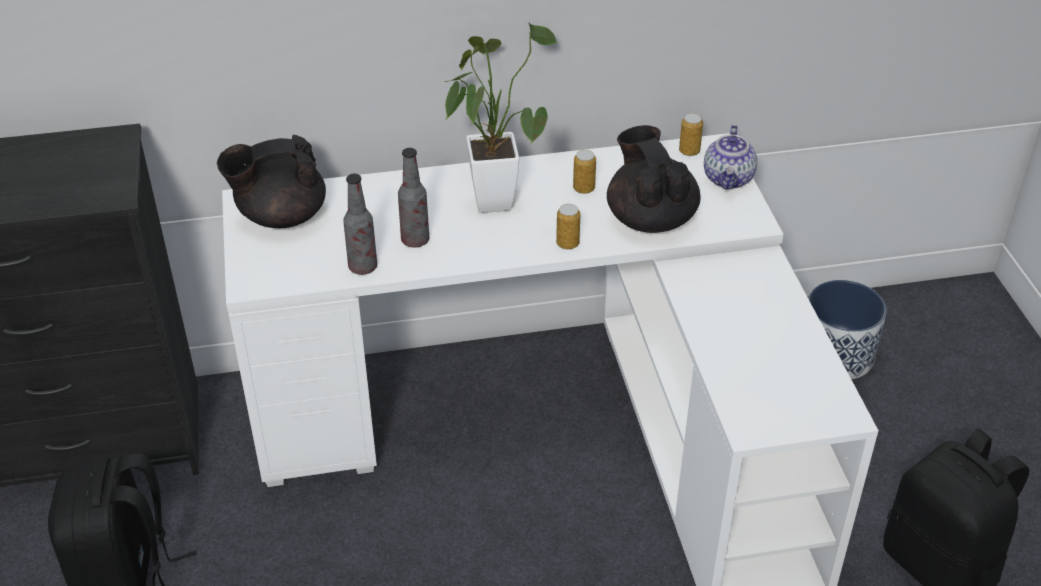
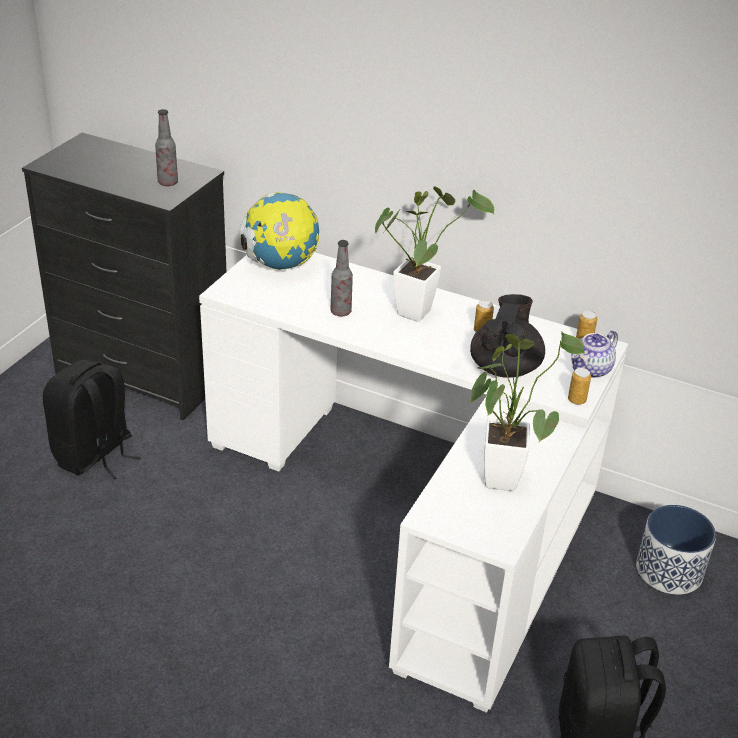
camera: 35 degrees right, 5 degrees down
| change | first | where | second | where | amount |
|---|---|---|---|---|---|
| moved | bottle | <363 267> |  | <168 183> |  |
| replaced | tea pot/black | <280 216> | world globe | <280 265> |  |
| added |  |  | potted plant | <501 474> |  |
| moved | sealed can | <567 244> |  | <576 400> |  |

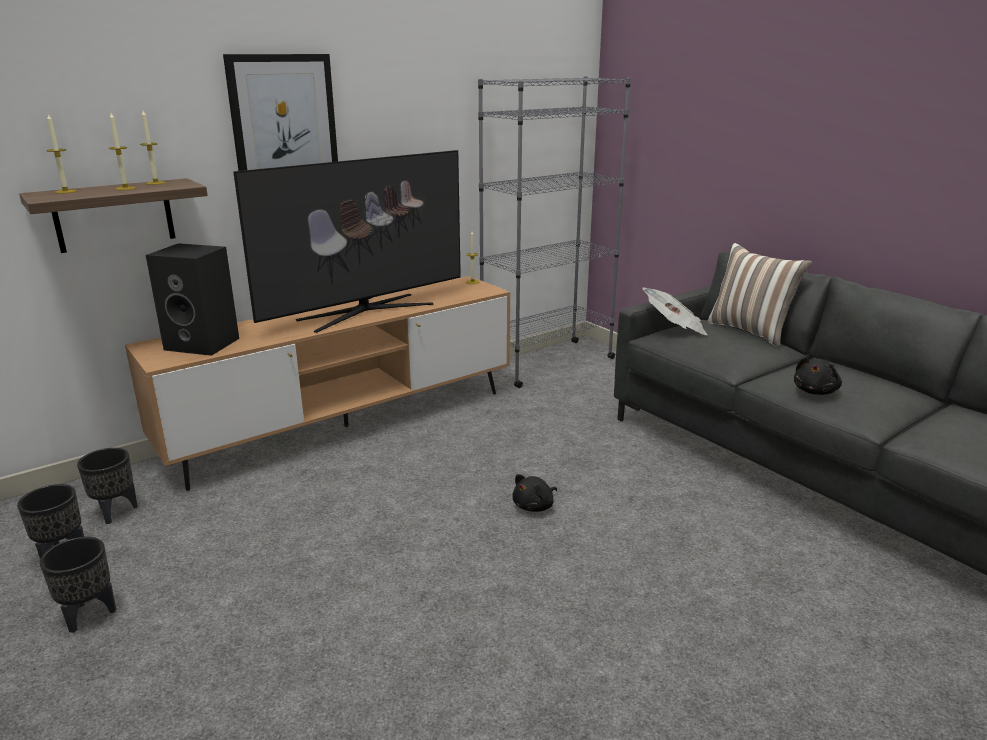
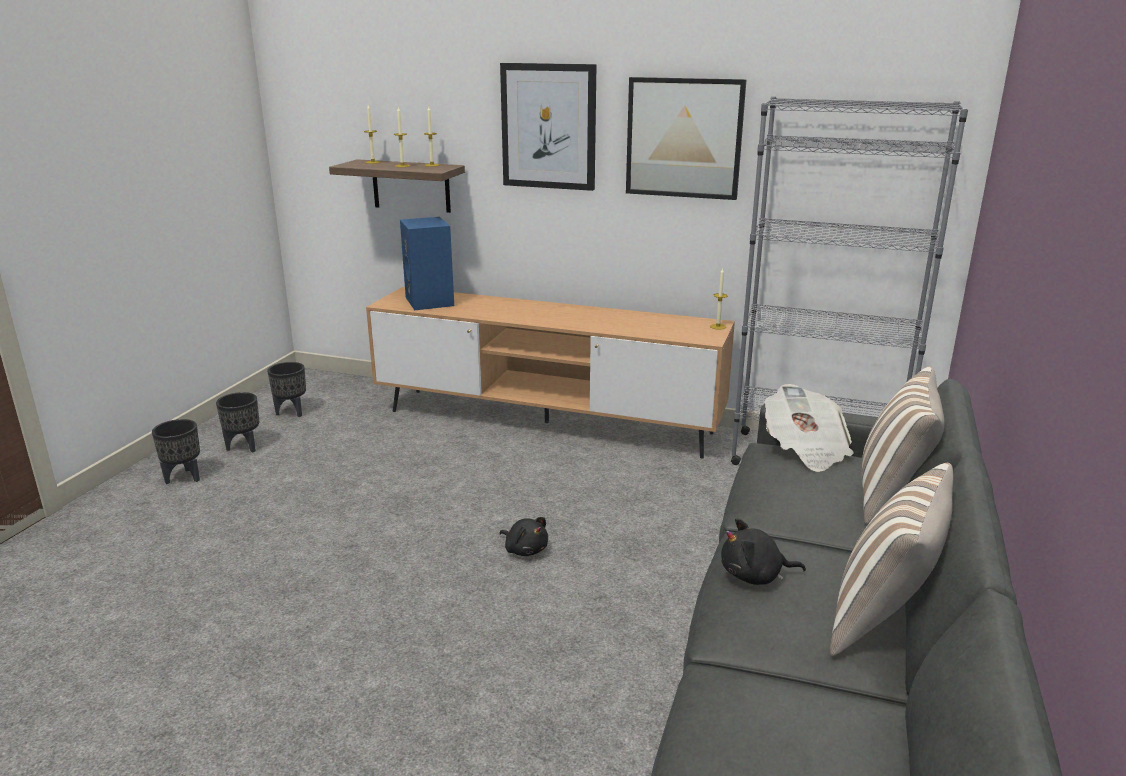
camera: 55 degrees right, 0 degrees up
| change | first | where | second | where | amount |
|---|---|---|---|---|---|
| moved | plant pot/black | <115 512> |  | <184 477> |  |
| recoloured | speaker/black | <204 344> | speaker/blue-coloured | <431 302> |  |
| turned | soft toy/black | <535 506> |  | <525 549> | 150 degrees counterclockwise |
| added |  |  | wall art | <684 138> |  |
| added |  |  | throw pillow | <882 620> |  |
| removed | TV | <365 312> |  |  |  |

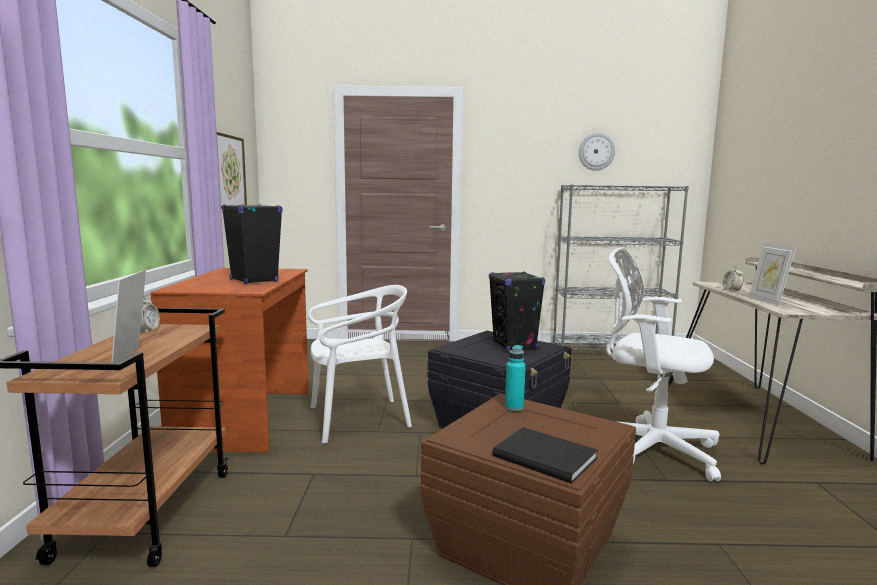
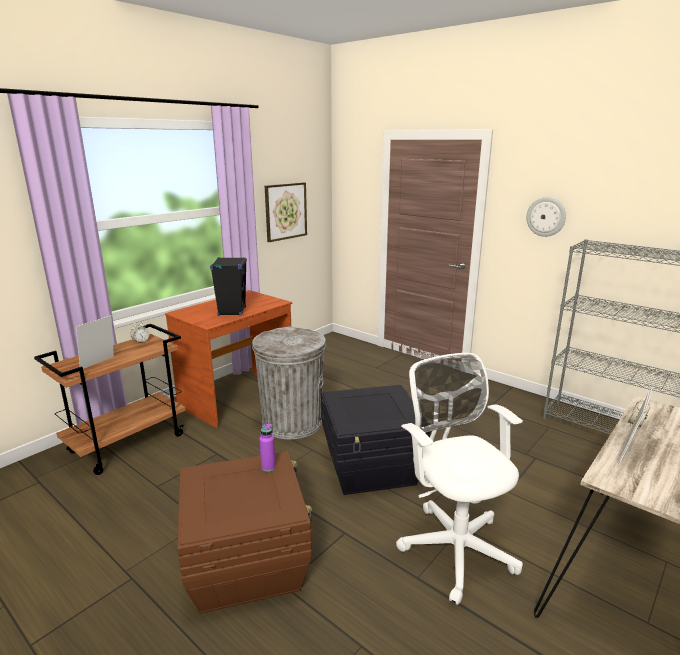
camera: 40 degrees right, 10 degrees up
| change | first | where | second | where | amount |
|---|---|---|---|---|---|
| replaced | plain chair/white-coloured | <358 419> | waste bin/gray | <292 423> |  |
| recoloured | bottle/turquoise | <514 407> | bottle/purple-coloured | <268 467> |  |
| moved | hanging clock | <596 151> |  | <546 216> |  |
| removed | speaker/black | <514 345> |  |  |  |
| removed | book/black | <544 456> |  |  |  |

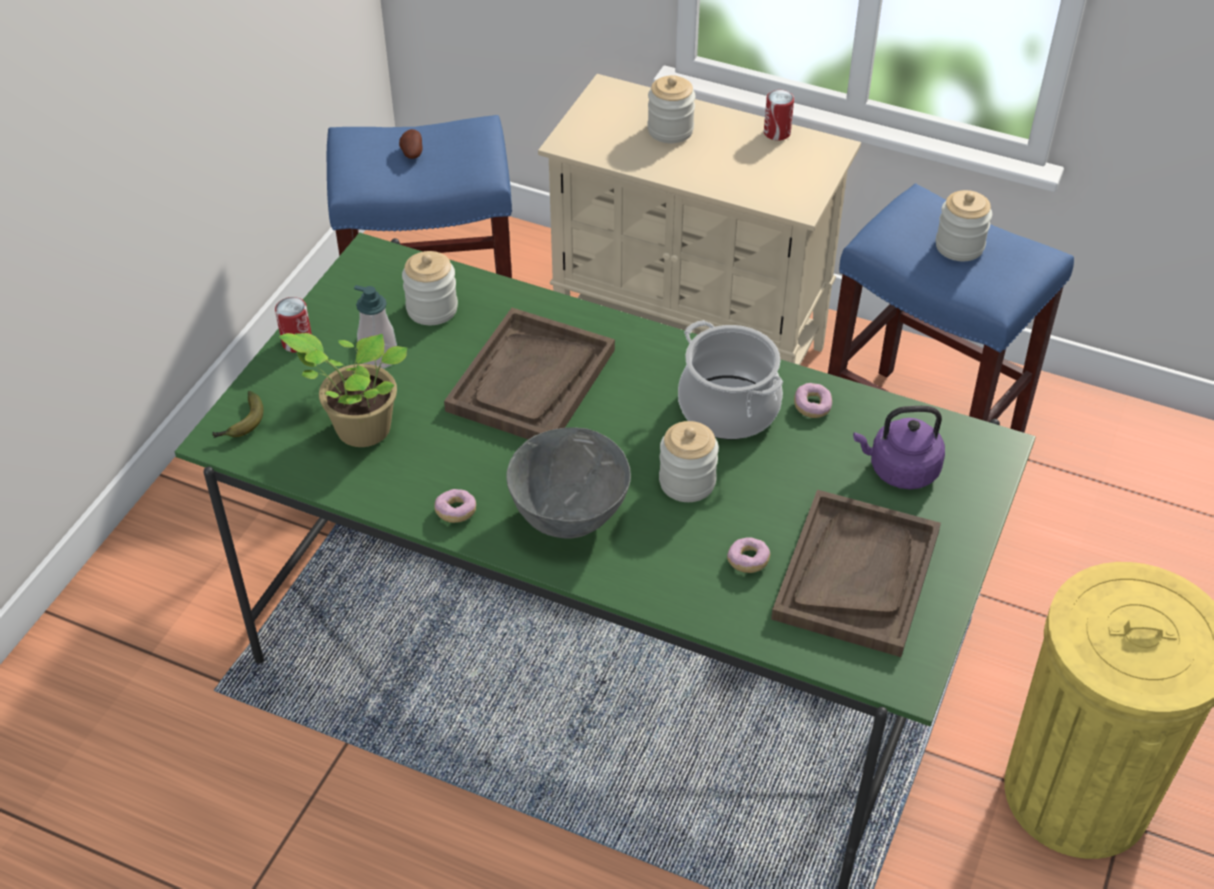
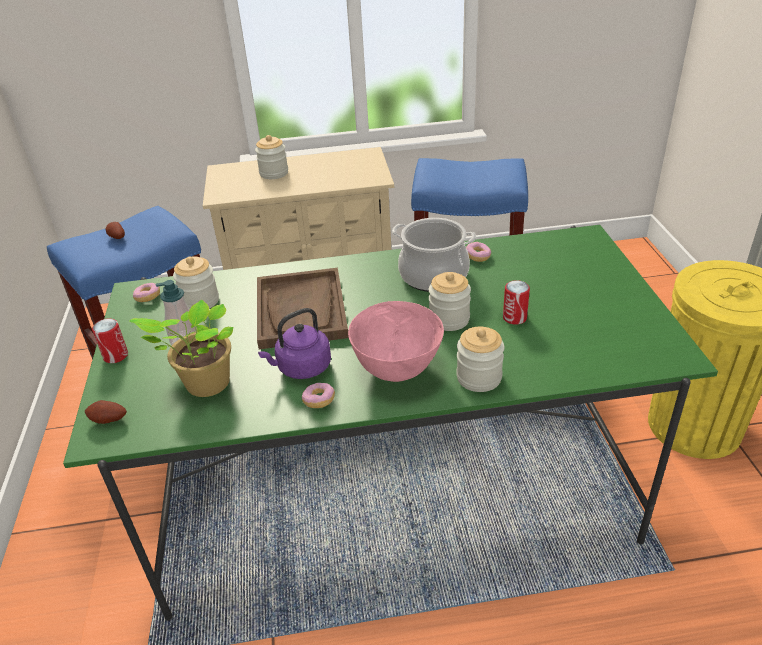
camera: 30 degrees left, 10 degrees down
| change | first | where | second | where | amount |
|---|---|---|---|---|---|
| replaced | banana fruit | <241 424> | spud | <108 421> |  |
| moved | ring doughnut | <748 561> |  | <148 297> |  |
| moved | tea kettle/purple-coloured | <899 470> |  | <301 368> |  |
| recoloured | bowl/gray | <568 517> | bowl/pink-coloured | <396 369> |  |
| moved | storage jar | <959 246> |  | <479 377> |  |
| moved | sealed can | <777 133> |  | <514 317> |  |
| removed | carrying tray/brown | <856 574> |  |  |  |

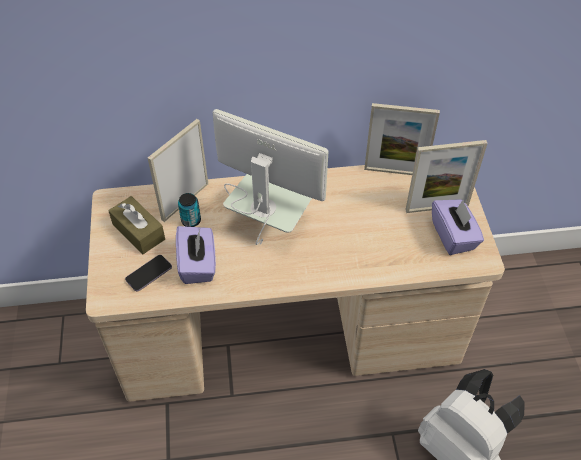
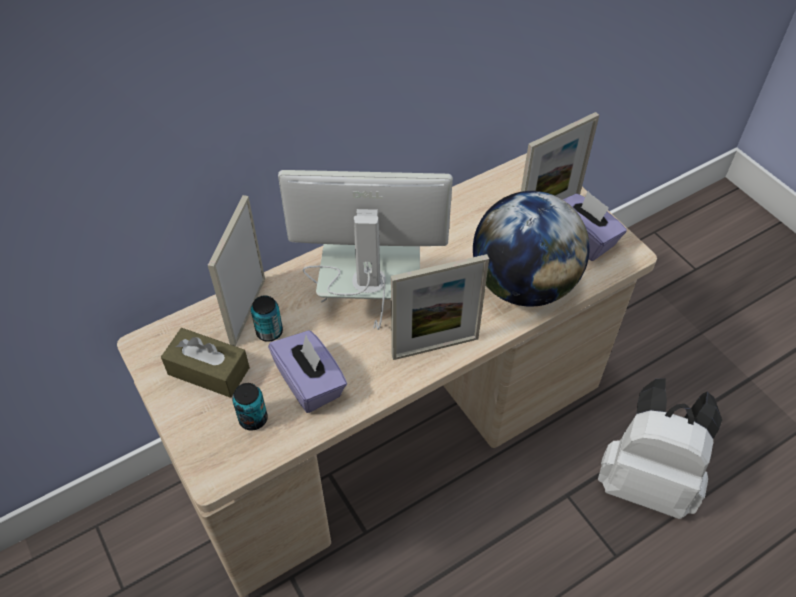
camera: 25 degrees left, 0 degrees up
| change | first | where | second | where | amount |
|---|---|---|---|---|---|
| replaced | phone | <149 274> | sealed can | <253 419> |  |
| moved | picture frame | <394 171> |  | <435 347> |  |
| added |  |  | world globe | <523 285> |  |

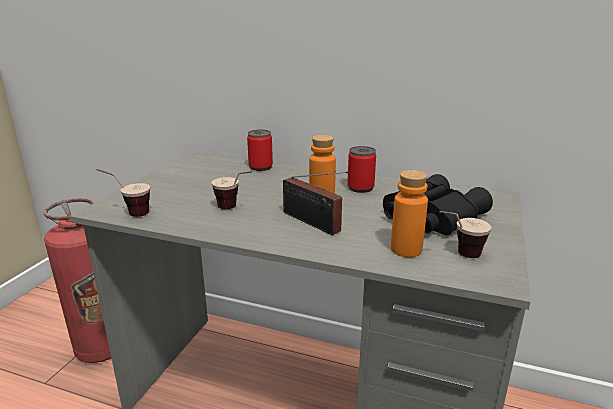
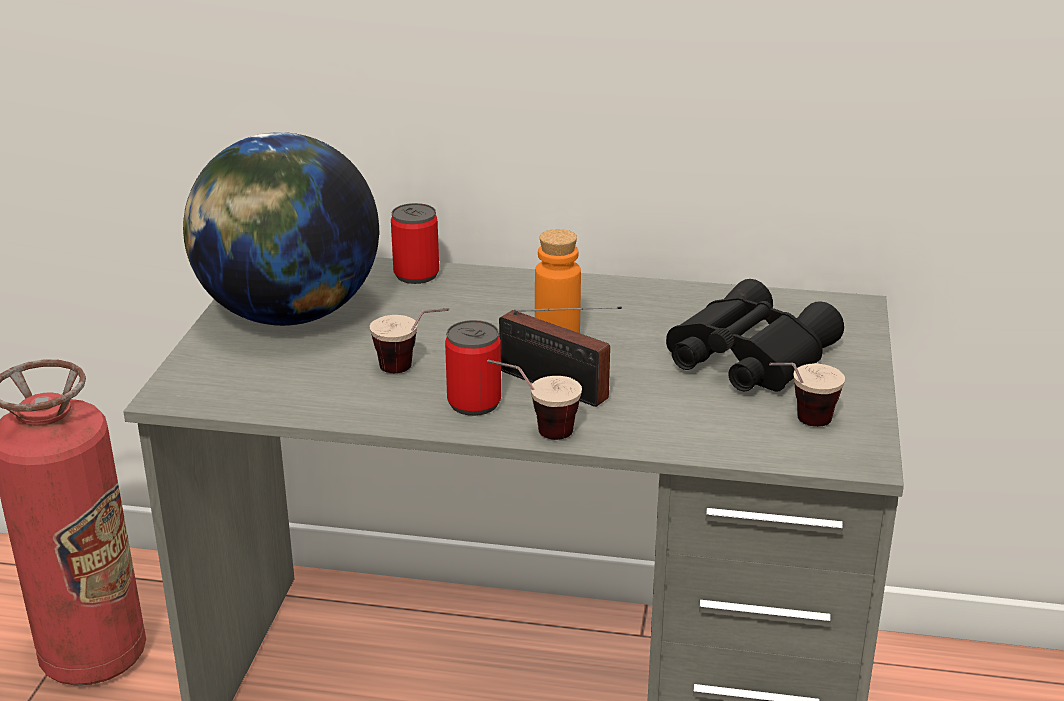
camera: 10 degrees left, 5 degrees up
| change | first | where | second | where | amount |
|---|---|---|---|---|---|
| added |  |  | world globe | <288 314> |  |
| moved | sealed can | <360 188> |  | <474 403> |  |
| moved | drinking cup | <128 213> |  | <534 432> |  |
| removed | bottle/orange | <406 249> |  |  |  |

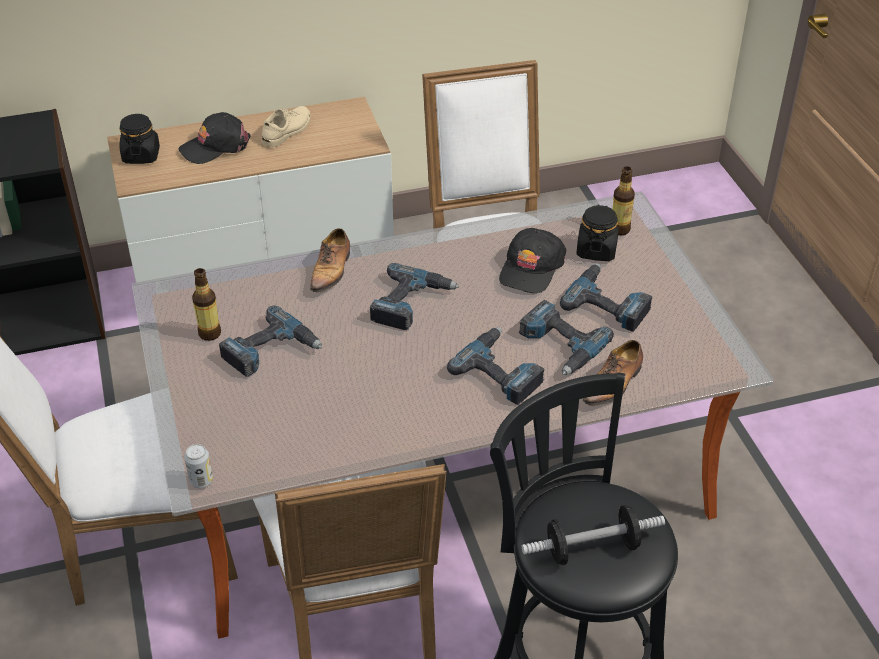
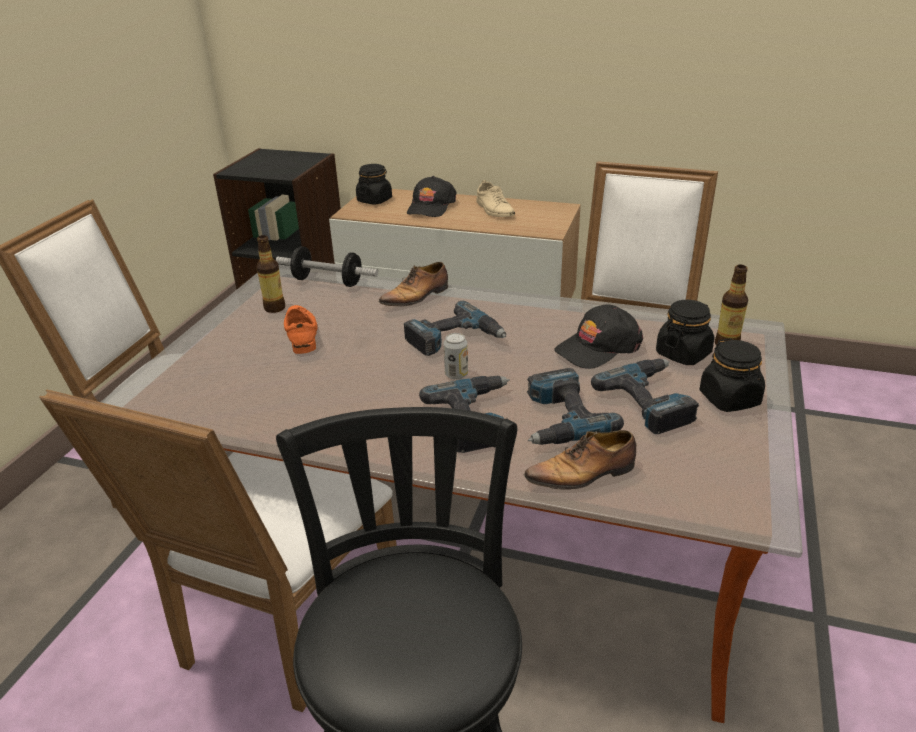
camera: 35 degrees right, 10 degrees down
| change | first | where | second | where | amount |
|---|---|---|---|---|---|
| moved | free weight | <592 549> |  | <328 281> |  |
| replaced | electric drill | <271 351> | item of footwear/orange | <301 334> |  |
| turned | baseball cap/black | <215 146> |  | <431 207> | 75 degrees counterclockwise |
| moved | sealed can | <201 481> |  | <456 374> |  |
| turned | item of footwear/sand-coloured | <287 131> |  | <494 210> | 90 degrees clockwise |
| added |  |  | storage jar/black | <729 399> |  |

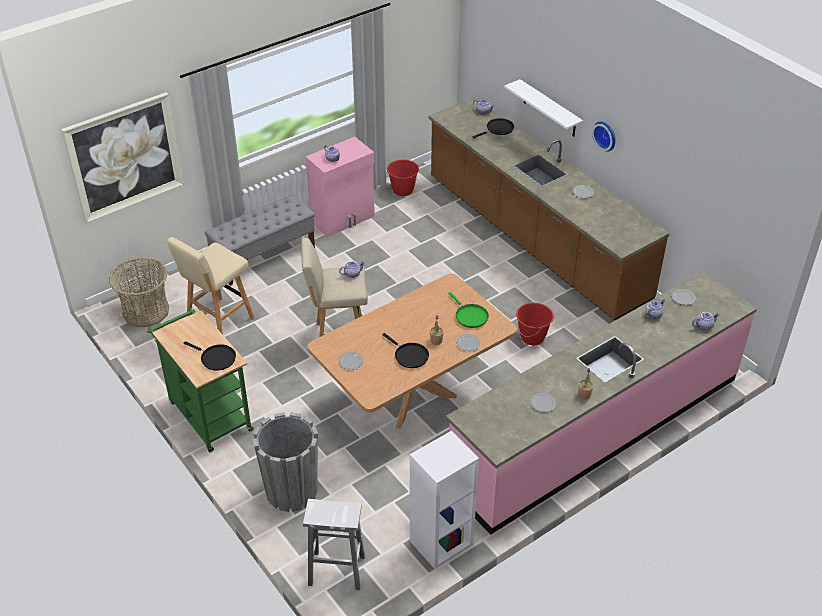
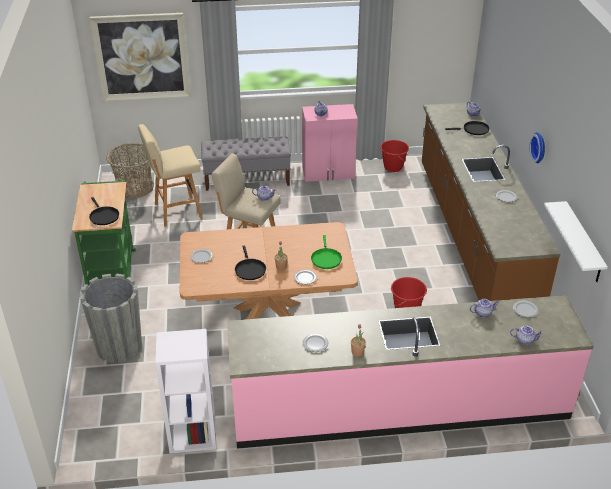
camera: 30 degrees right, 5 degrees down
| change | first | where | second | where | amount |
|---|---|---|---|---|---|
| moved | shelf/white-coloured | <549 109> |  | <583 243> |  |
| removed | sitting stool/white-coloured | <335 570> |  |  |  |

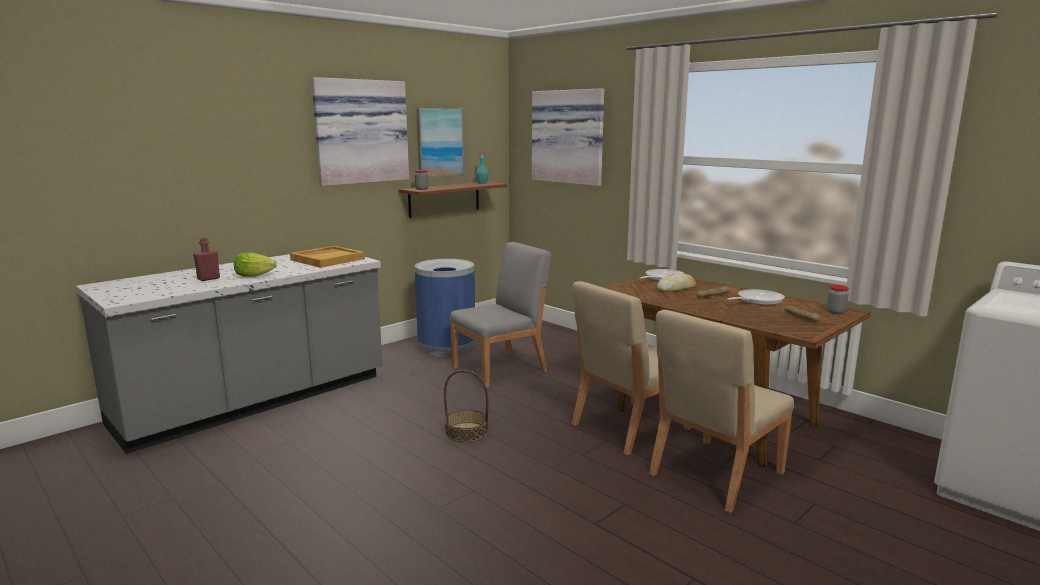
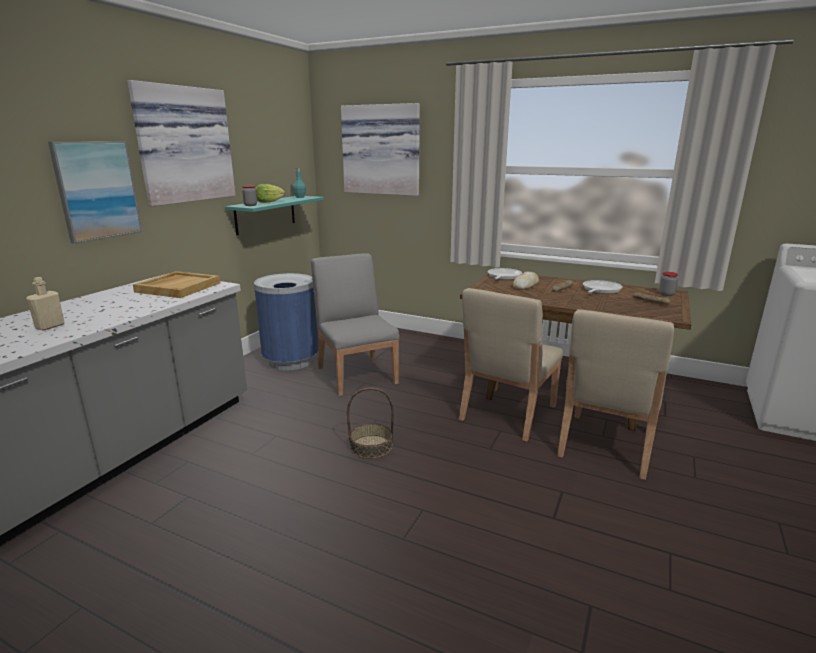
camera: 20 degrees left, 5 degrees up
| change | first | where | second | where | amount |
|---|---|---|---|---|---|
| recoloured | bottle/red | <208 279> | bottle/sand-coloured | <50 326> |  |
| moved | wall art | <439 142> |  | <97 190> |  |
| recoloured | shelf/brown | <444 199> | shelf/turquoise | <265 214> |  |
| moved | lettuce head | <254 276> |  | <268 202> |  |
| turned | plain chair/gray | <501 369> |  | <357 375> | 60 degrees counterclockwise |

